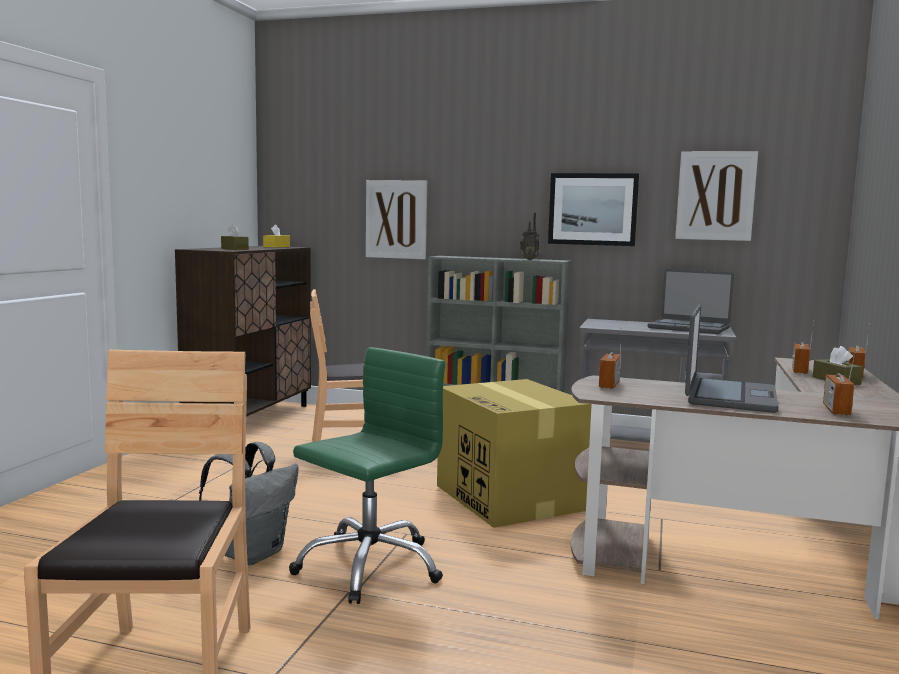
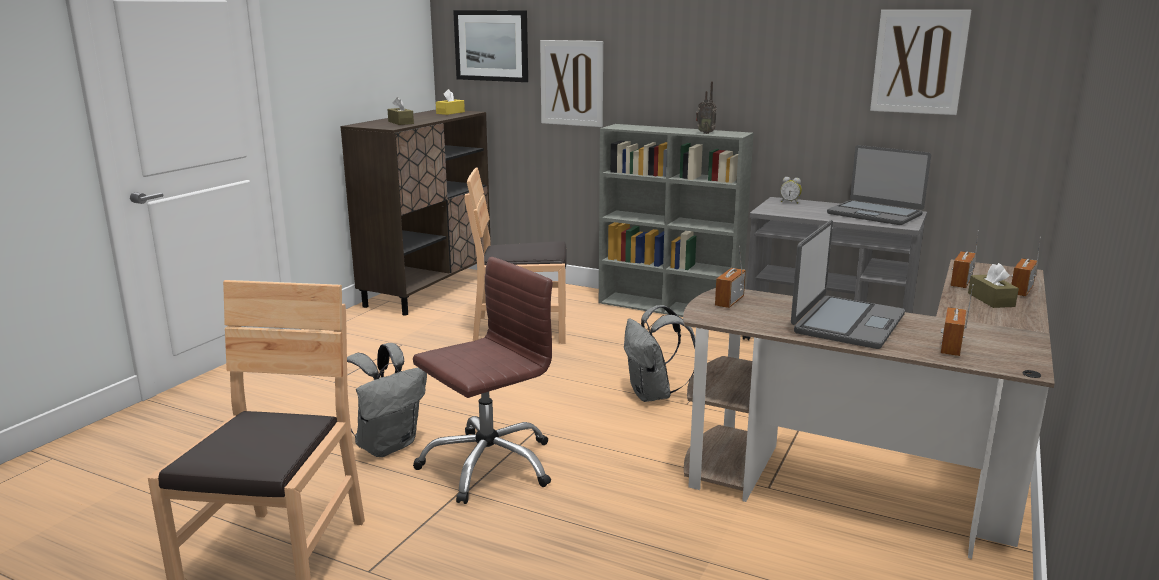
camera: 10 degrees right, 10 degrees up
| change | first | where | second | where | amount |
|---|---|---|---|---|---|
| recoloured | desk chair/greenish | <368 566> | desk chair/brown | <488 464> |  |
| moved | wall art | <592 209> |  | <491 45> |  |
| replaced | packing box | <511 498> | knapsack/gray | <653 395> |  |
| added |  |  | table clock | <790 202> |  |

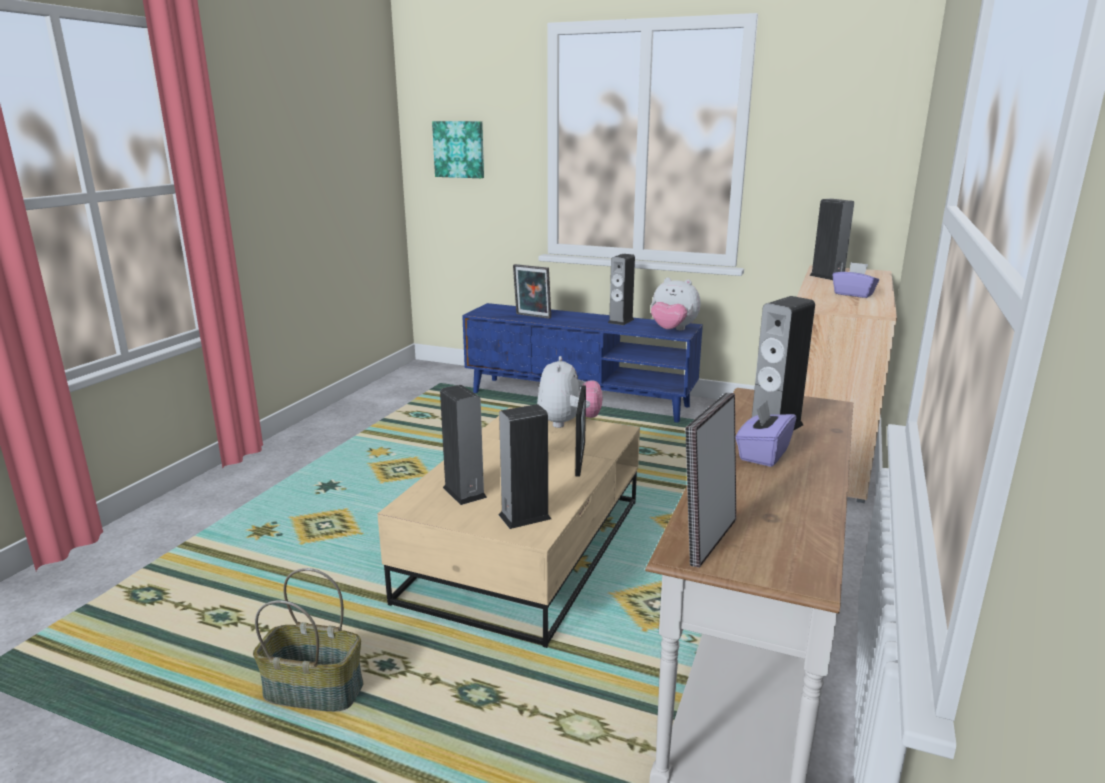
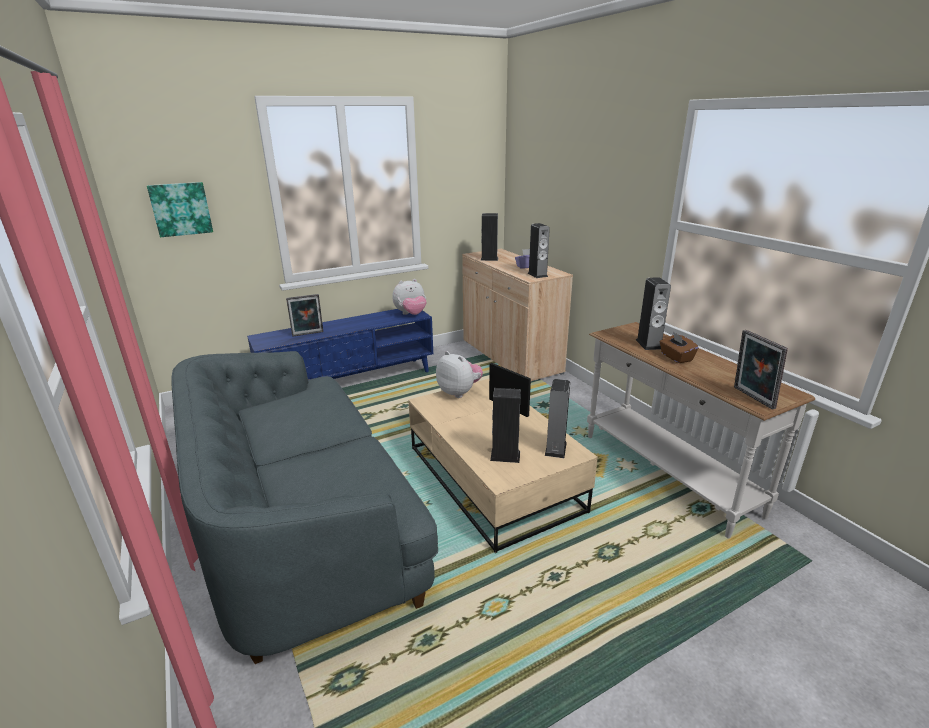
camera: 50 degrees left, 5 degrees up
| change | first | where | second | where | amount |
|---|---|---|---|---|---|
| added |  |  | sofa/gray | <303 527> |  |
| moved | speaker | <621 321> |  | <537 275> |  |
| recoloured | box of tissues/purple-coloured | <763 454> | box of tissues/brown | <676 357> |  |
| removed | household basket | <315 690> |  |  |  |

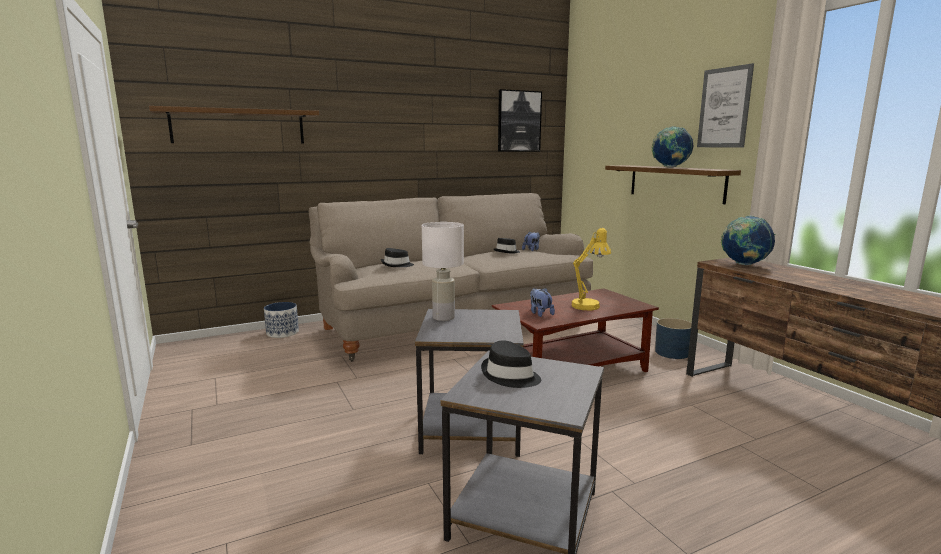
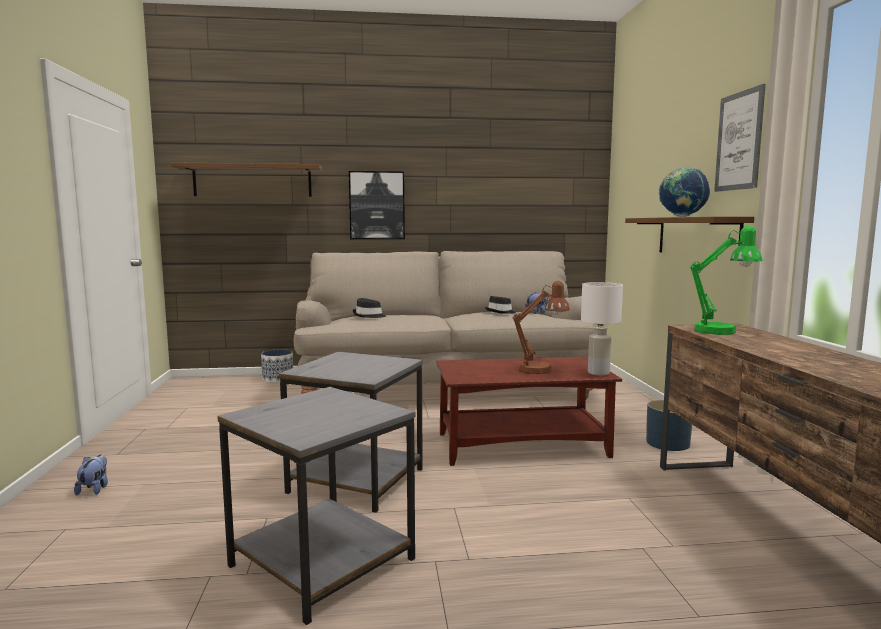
camera: 20 degrees right, 5 degrees down
| change | first | where | second | where | amount |
|---|---|---|---|---|---|
| moved | soft toy | <540 313> |  | <94 489> |  |
| moved | wall art | <519 121> |  | <377 205> |  |
| recoloured | lamp for a table/yellow-coloured | <589 305> | lamp for a table/brown | <541 369> |  |
| moved | lamp for a table/white-coloured | <444 318> |  | <598 373> |  |
| replaced | world globe | <744 265> | lamp for a table/greenish | <722 331> |  |
| removed | clothing hat/black | <510 376> |  |  |  |

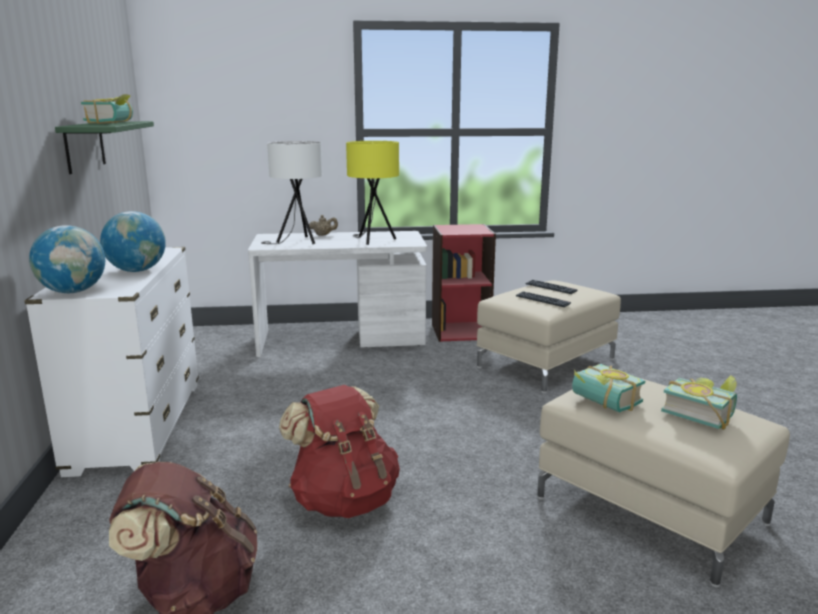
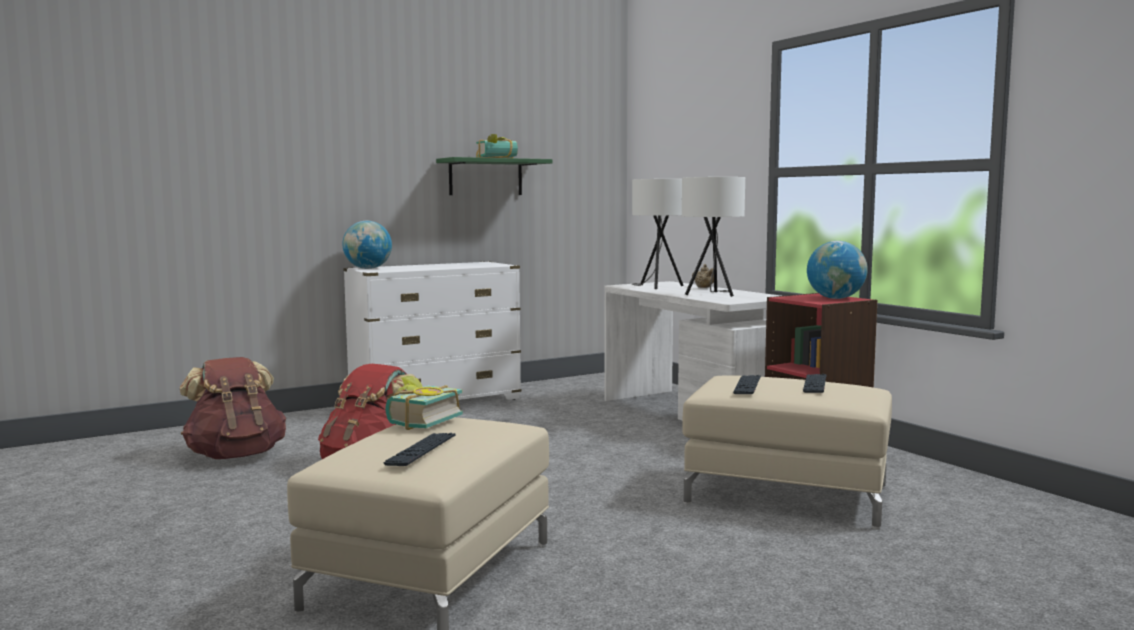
camera: 65 degrees right, 10 degrees down
| change | first | where | second | where | amount |
|---|---|---|---|---|---|
| replaced | book | <699 413> | keyboard | <421 451> |  |
| recoloured | lamp for a table/yellow-coloured | <372 240> | lamp for a table/white-coloured | <712 295> |  |
| moved | world globe | <137 270> |  | <835 298> |  |

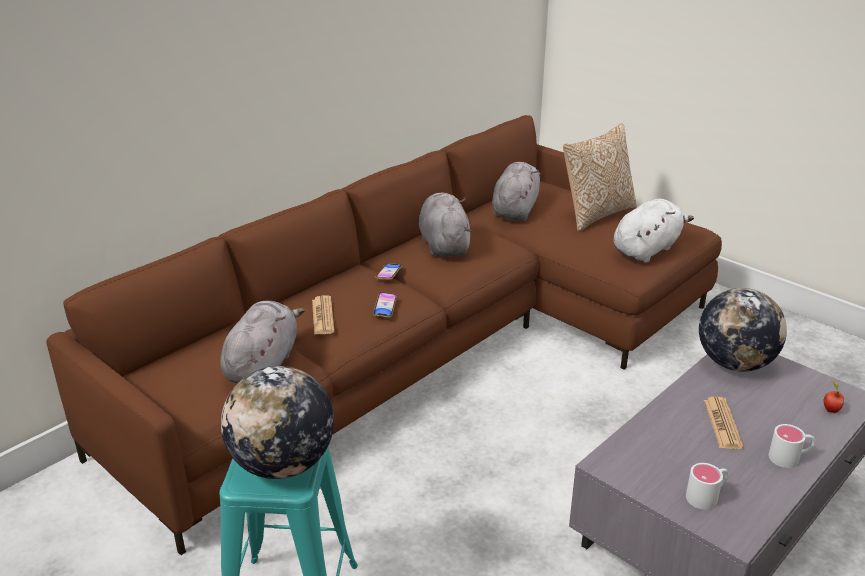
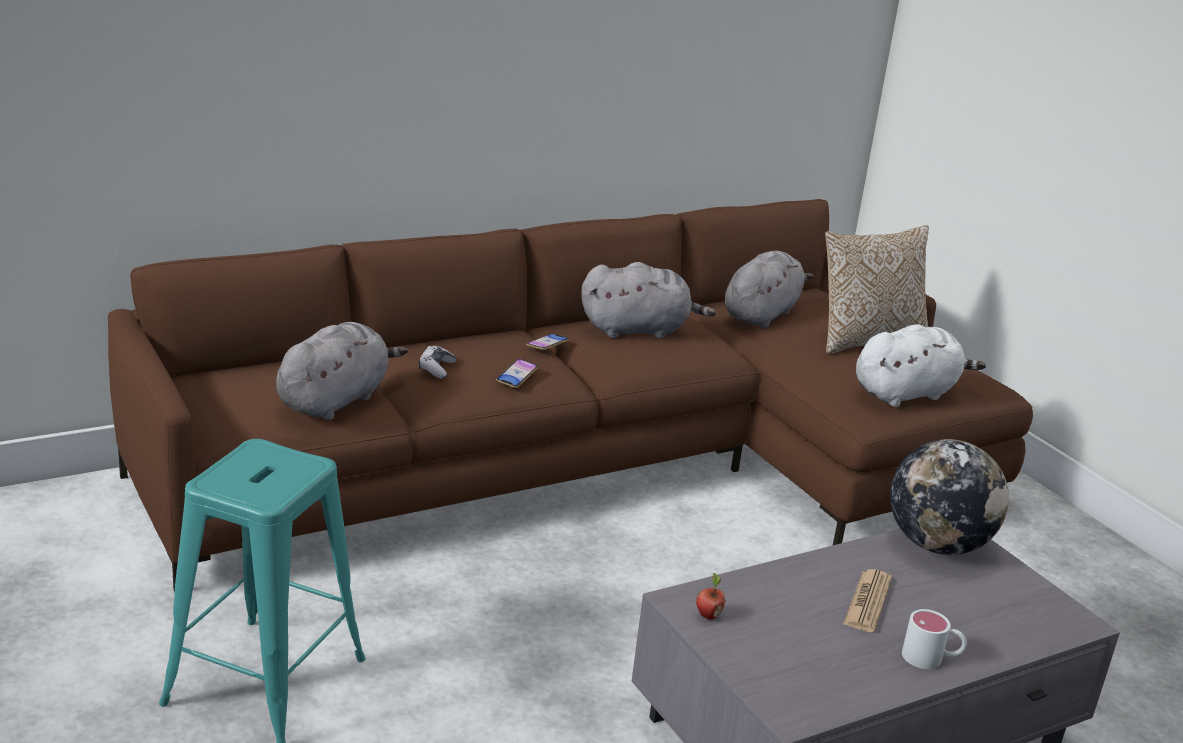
camera: 15 degrees right, 5 degrees down
| change | first | where | second | where | amount |
|---|---|---|---|---|---|
| replaced | printed paper | <323 316> | joypad | <436 368> |  |
| turned | soft toy/gray | <444 245> |  | <638 330> | 75 degrees clockwise |
| moved | apple fruit | <830 410> |  | <707 615> |  |
| removed | world globe | <283 464> |  |  |  |
| removed | mug/white-coloured | <707 496> |  |  |  |

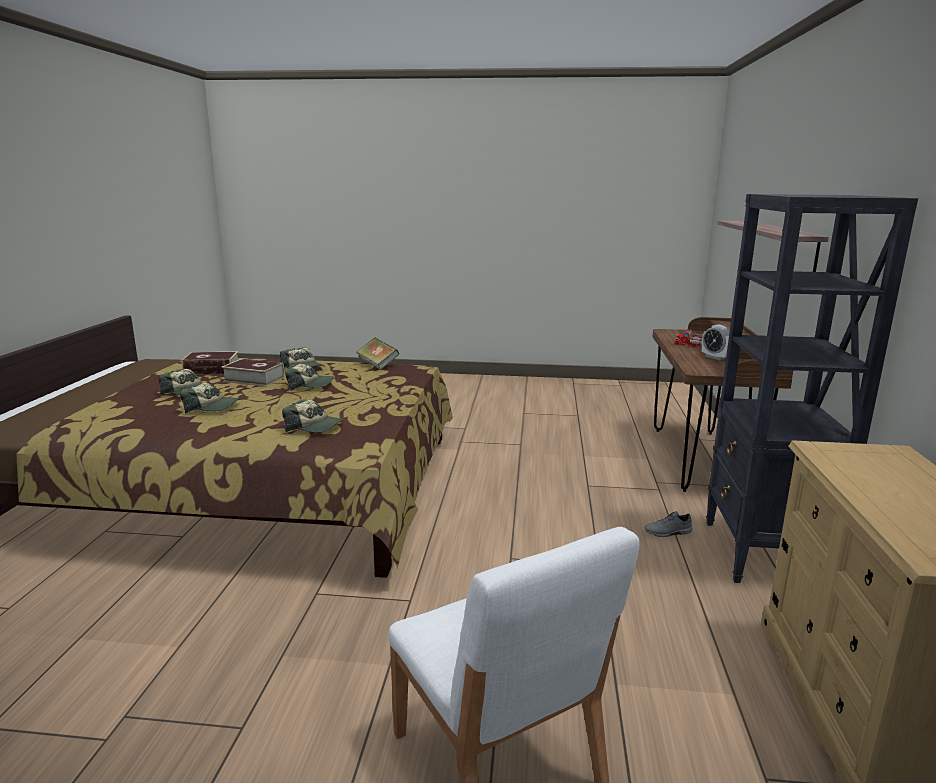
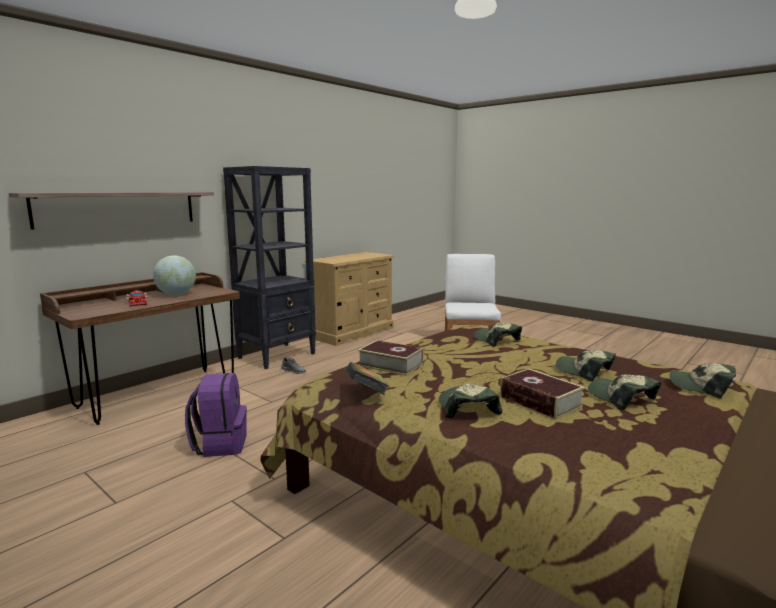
camera: 145 degrees left, 5 degrees down
| change | first | where | second | where | amount |
|---|---|---|---|---|---|
| replaced | table clock | <715 357> | world globe | <176 294> |  |
| added |  |  | knapsack/purple-coloured | <220 444> |  |
| moved | book | <212 369> |  | <390 365> |  |
| moved | baseball cap | <310 385> |  | <701 387> |  |

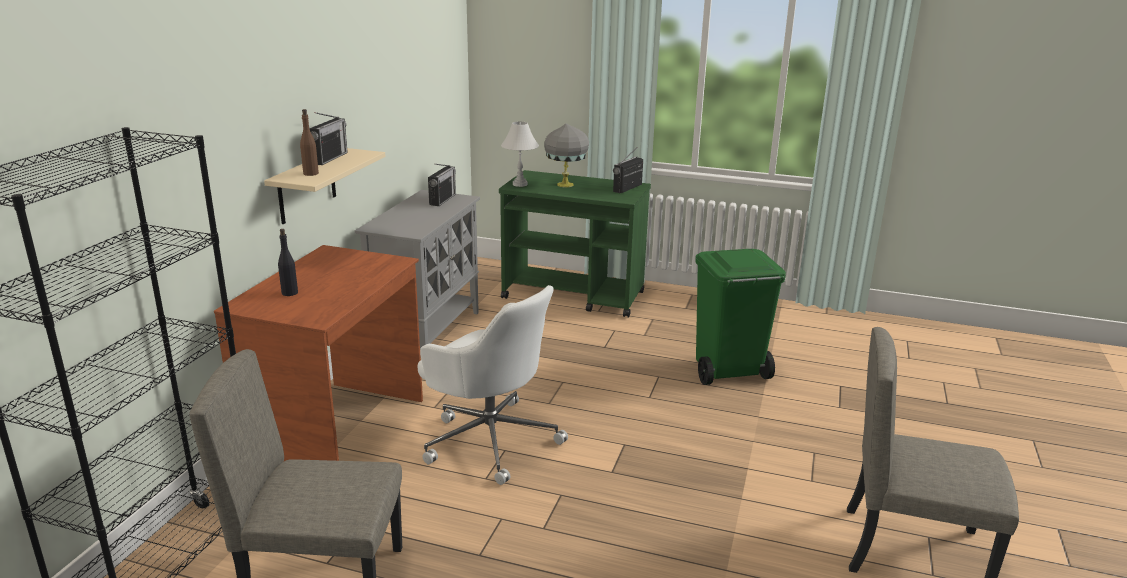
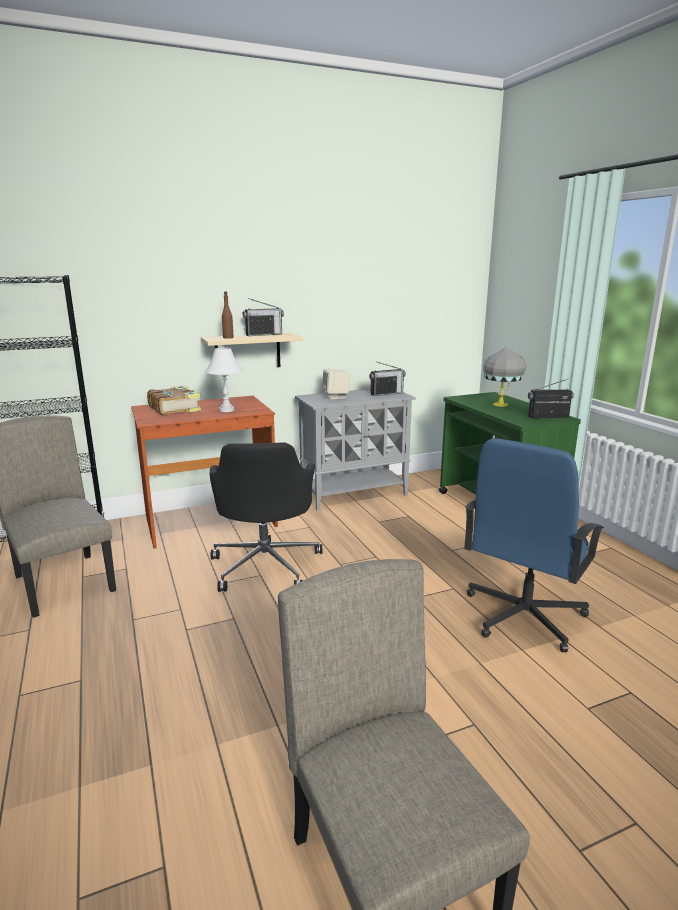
camera: 50 degrees right, 5 degrees down
| change | first | where | second | where | amount |
|---|---|---|---|---|---|
| replaced | bottle/black | <290 293> | book | <175 408> |  |
| moved | lamp for a table/white-coloured | <519 184> |  | <226 410> |  |
| recoloured | desk chair/white-coloured | <490 439> | desk chair/black | <266 565> |  |
| added |  |  | speaker/sand-coloured | <336 397> |  |
| replaced | waste bin/greenish | <727 372> | desk chair/blue-coloured | <523 616> |  |

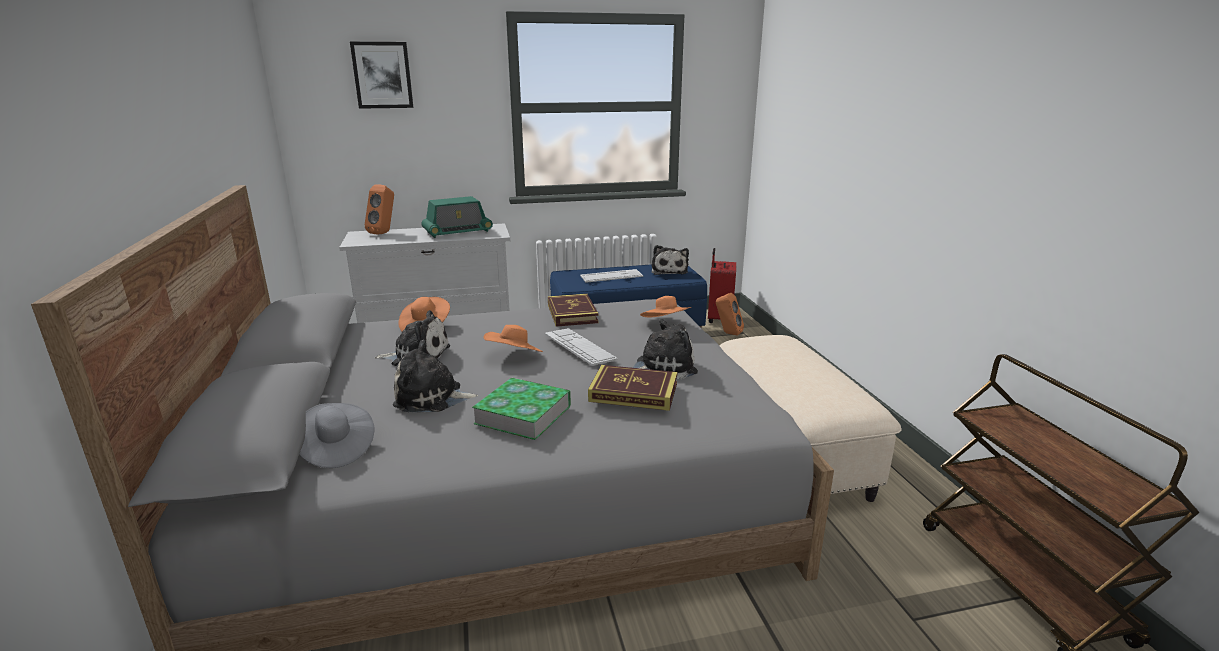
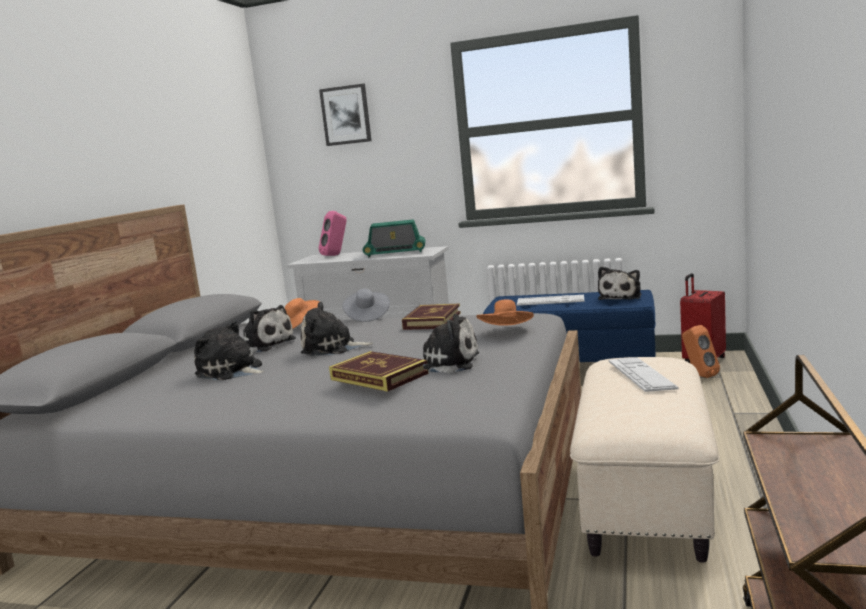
camera: 30 degrees right, 10 degrees down
| change | first | where | second | where | amount |
|---|---|---|---|---|---|
| replaced | clothing hat/orange | <514 356> | soft toy | <332 348> |  |
| recoloured | speaker/orange | <384 233> | speaker/pink-coloured | <336 255> |  |
| moved | clothing hat/gray | <335 449> |  | <367 316> |  |
| moved | keyboard | <579 347> |  | <641 375> |  |
| removed | book | <523 414> |  |  |  |

